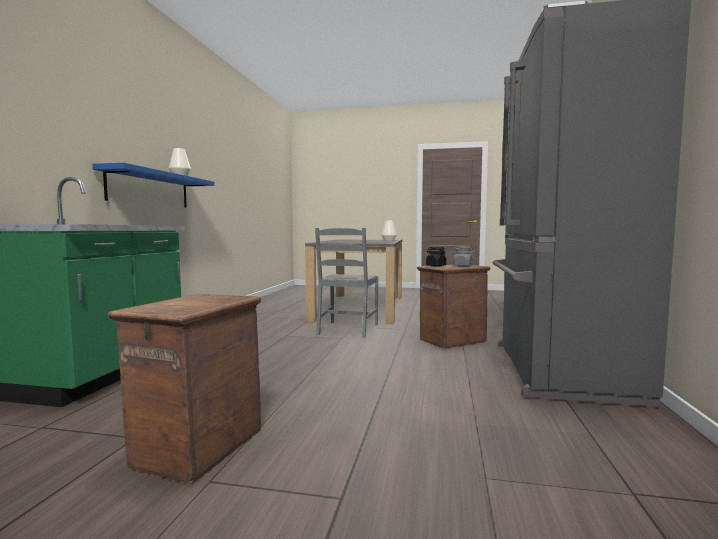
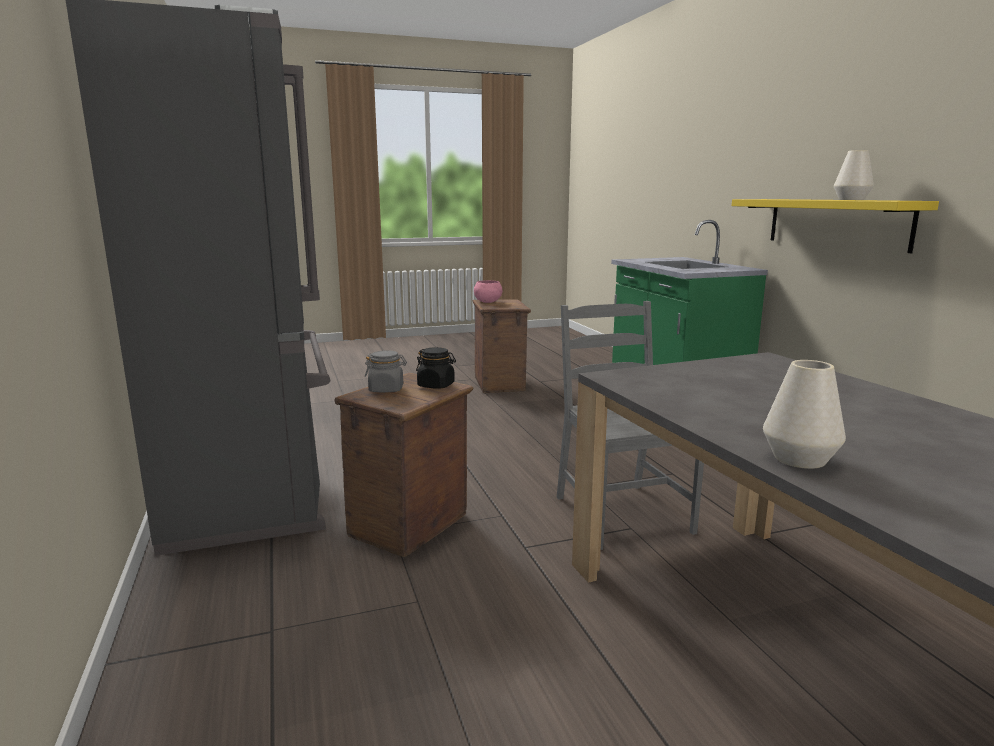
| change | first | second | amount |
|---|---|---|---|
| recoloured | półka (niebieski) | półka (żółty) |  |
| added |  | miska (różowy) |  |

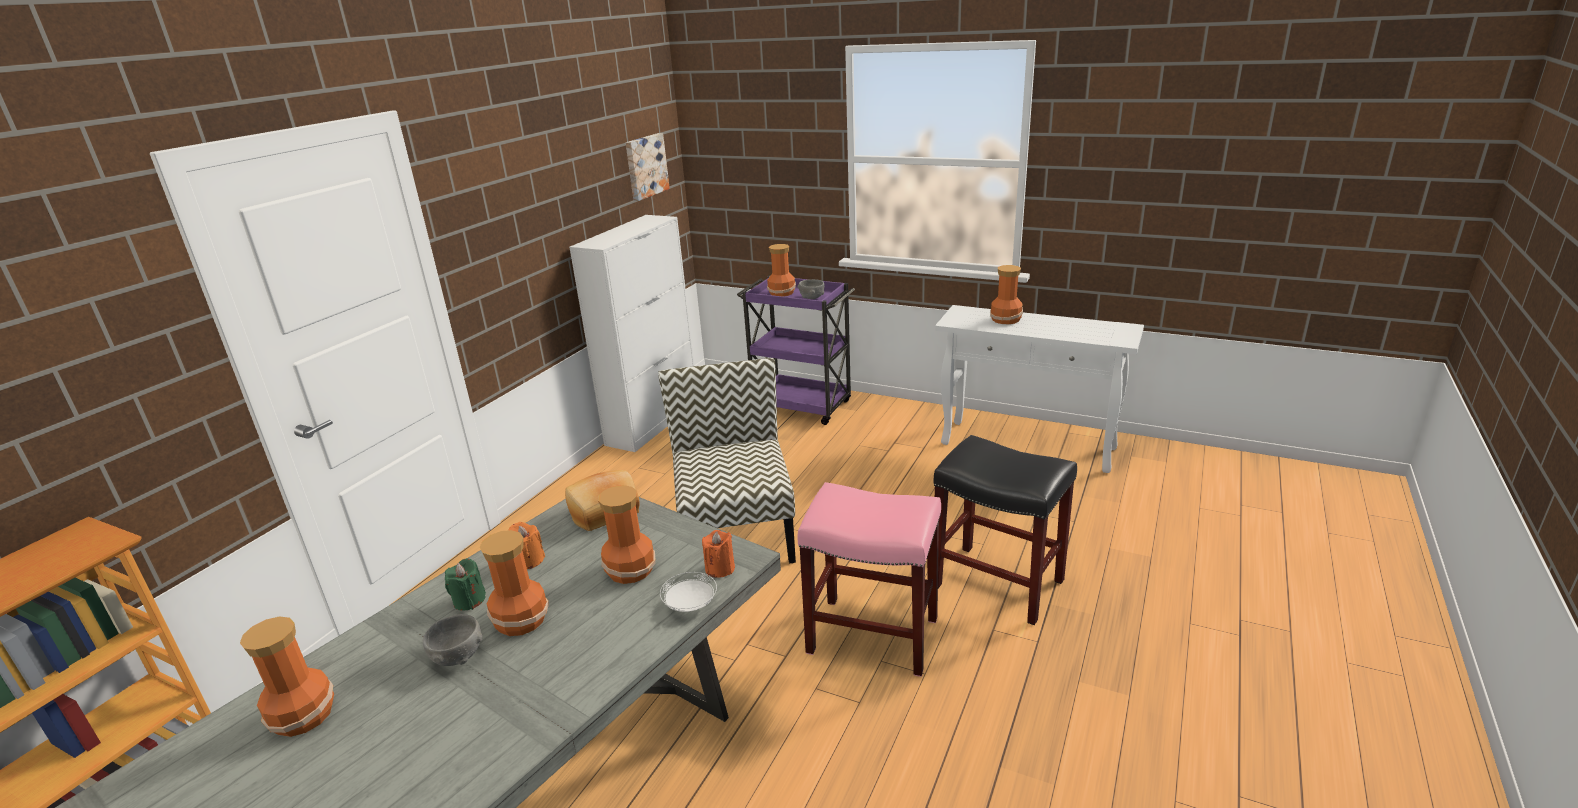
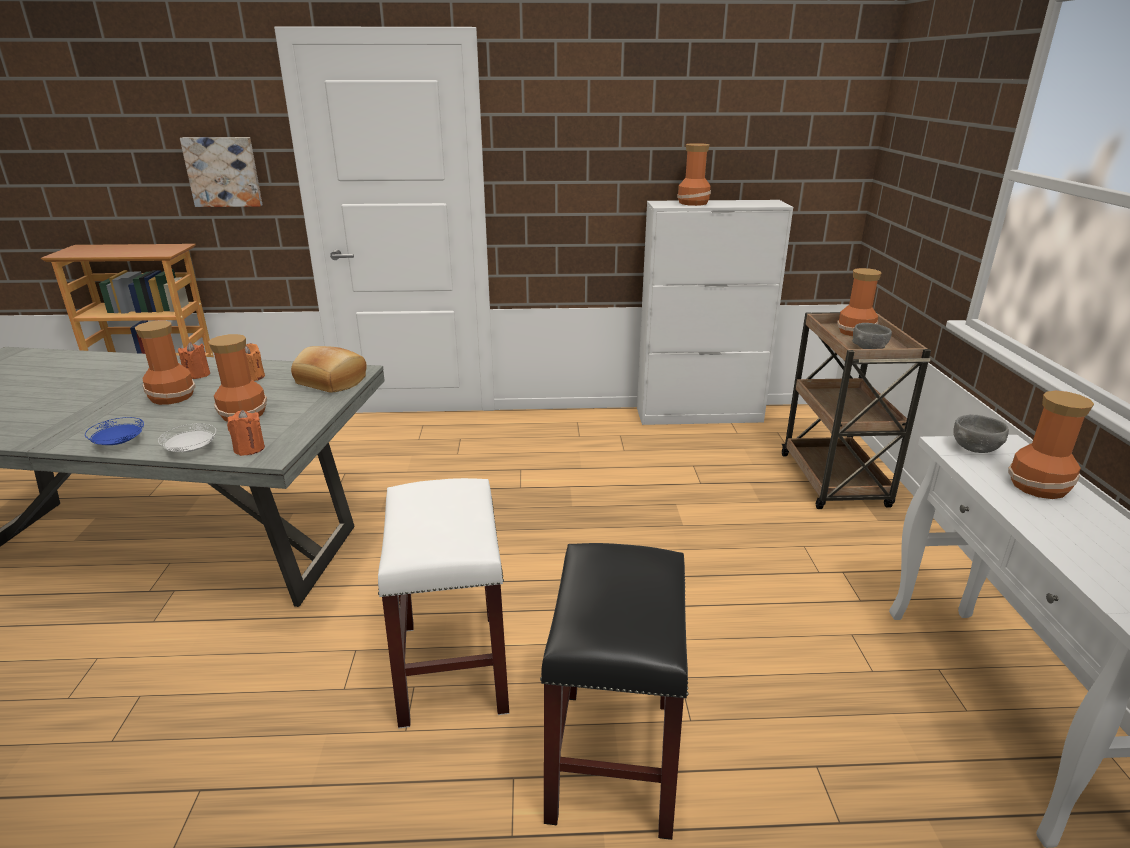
| change | first | second | amount |
|---|---|---|---|
| moved | obraz |  |  |
| recoloured | wózek (fioletowy) | wózek (brązowy) |  |
| removed | krzesło |  |  |
| recoloured | stołek (różowy) | stołek (biały) |  |
| recoloured | świeca (zielony) | świeca (pomarańczowy) (1st from left) |  |
| moved | miska (szary) (1st from left in the first image) | miska (szary) (2nd from left) |  |
| moved | wazon (1st from left in the first image) | wazon (3rd from left) |  |
| added |  | talerz (niebieski) |  |

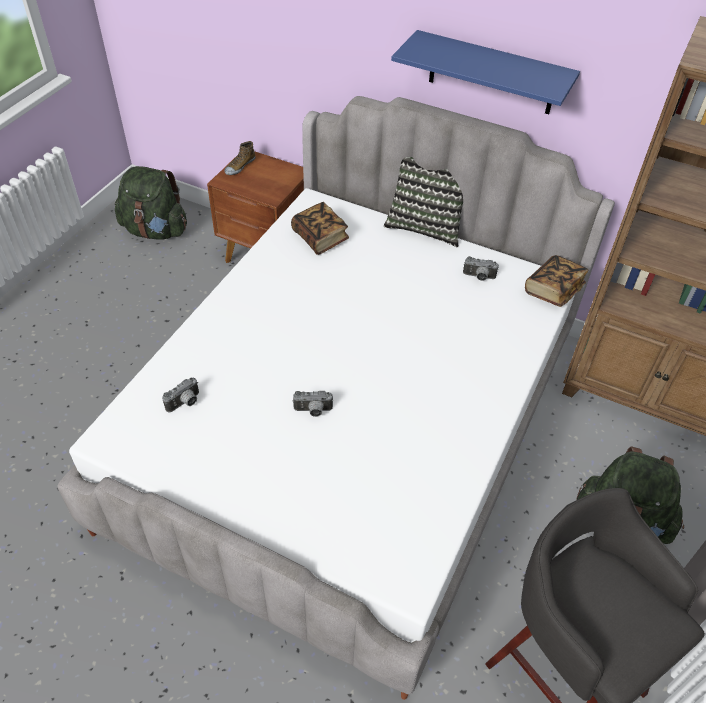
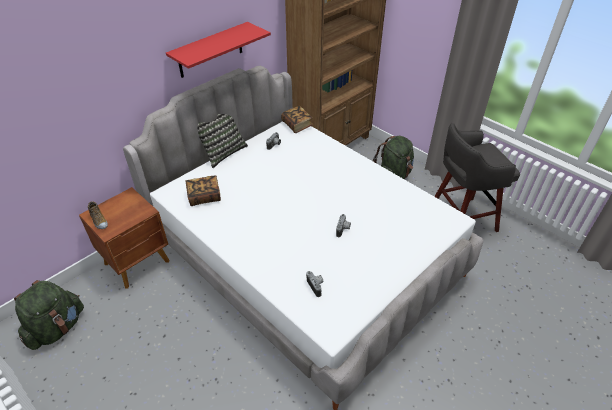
| change | first | second | amount |
|---|---|---|---|
| recoloured | półka (niebieski) | półka (czerwony) |  |

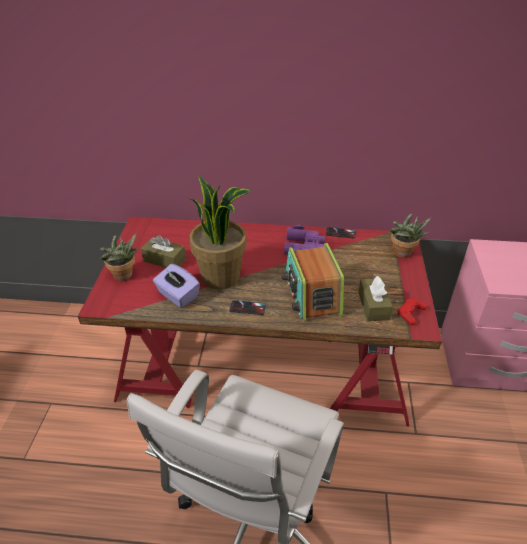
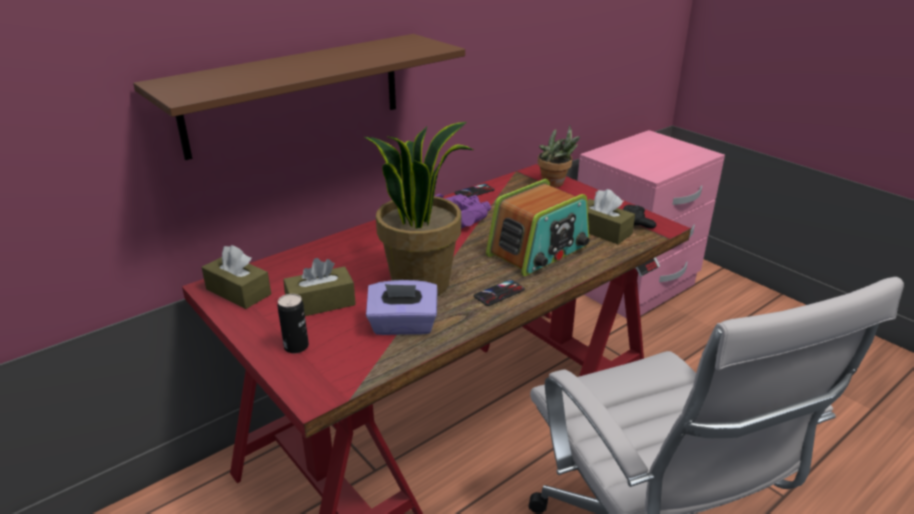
| change | first | second | amount |
|---|---|---|---|
| replaced | roślina doniczkowa (1st from left) | puszka |  |
| turned | radio |  | 75 degrees counterclockwise |
| recoloured | pad do gier (czerwony) | pad do gier (czarny) |  |
| added |  | półka (brązowy) |  |
| added |  | pudełko chusteczek (brązowy) (1st from left) |  |

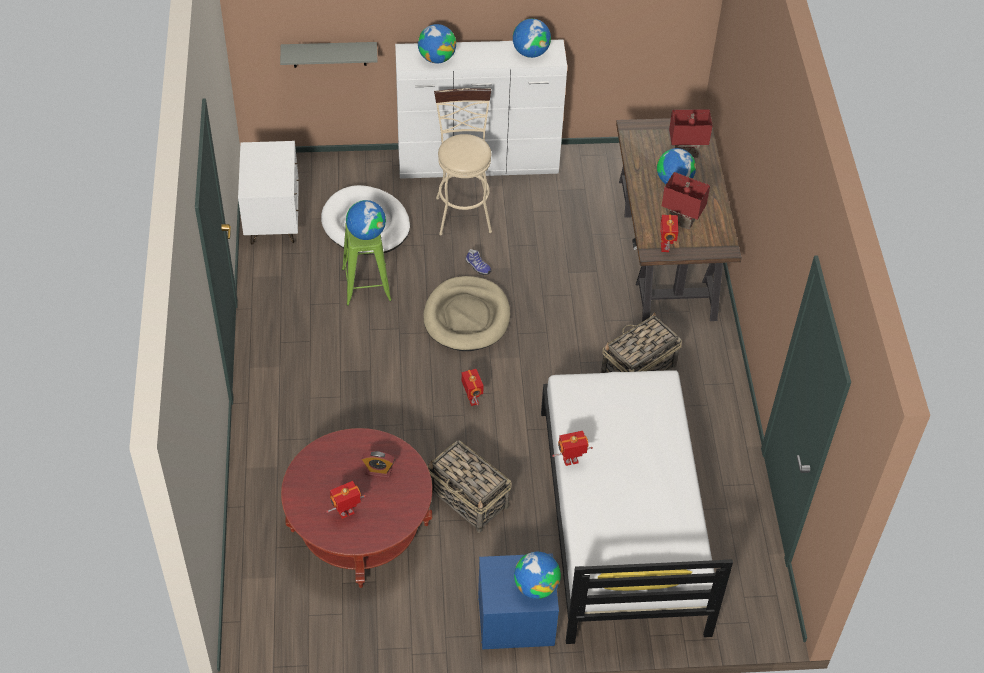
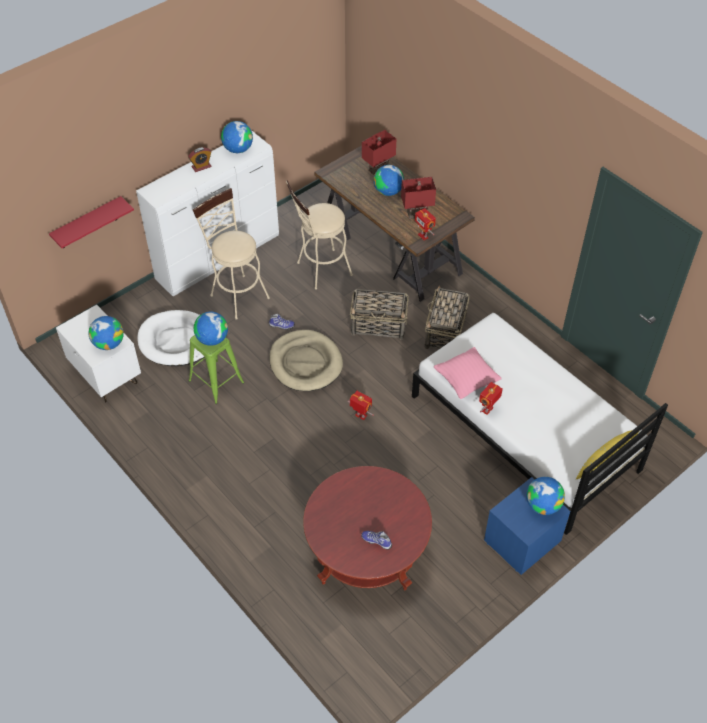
| change | first | second | amount |
|---|---|---|---|
| moved | globus (2nd from left in the first image) | globus (1st from left) |  |
| recoloured | półka (szary) | półka (czerwony) |  |
| moved | koszyk (1st from left) |  |  |
| moved | budzik |  |  |
| replaced | robot zabawkowy (1st from left) | but (2nd from left) |  |
| added |  | stołek (beżowy) (2nd from left) |  |
| added |  | poduszka (różowy) |  |

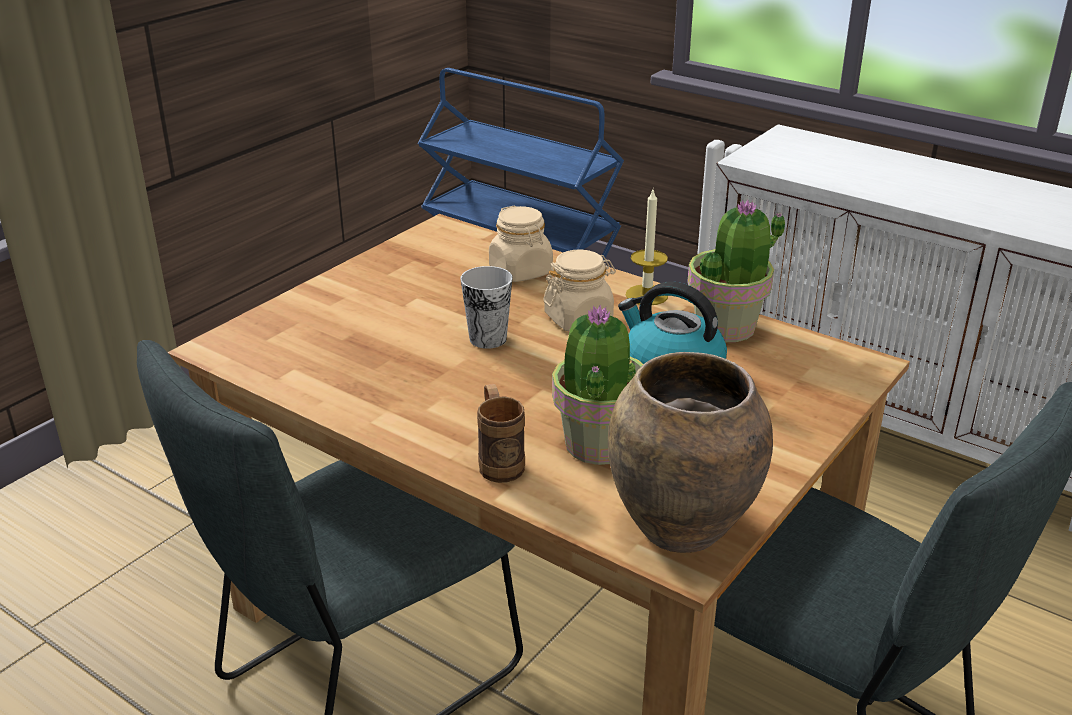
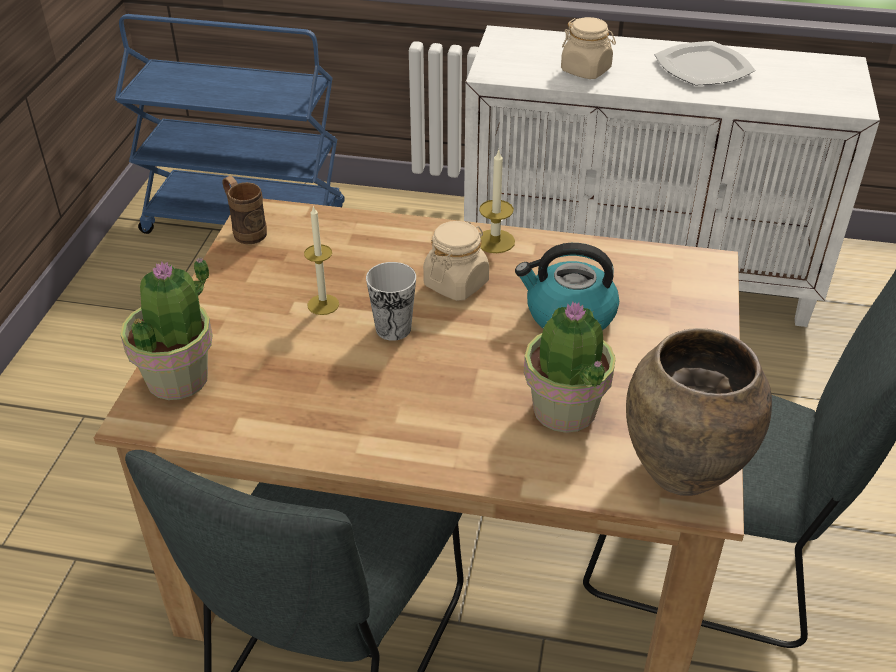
| change | first | second | amount |
|---|---|---|---|
| moved | roślina doniczkowa (2nd from left in the first image) | roślina doniczkowa (1st from left) |  |
| moved | słoik (beżowy) (1st from left in the first image) | słoik (beżowy) (2nd from left) |  |
| moved | kubek (brązowy) |  |  |
| added |  | talerz |  |
| added |  | świeca (1st from left) |  |

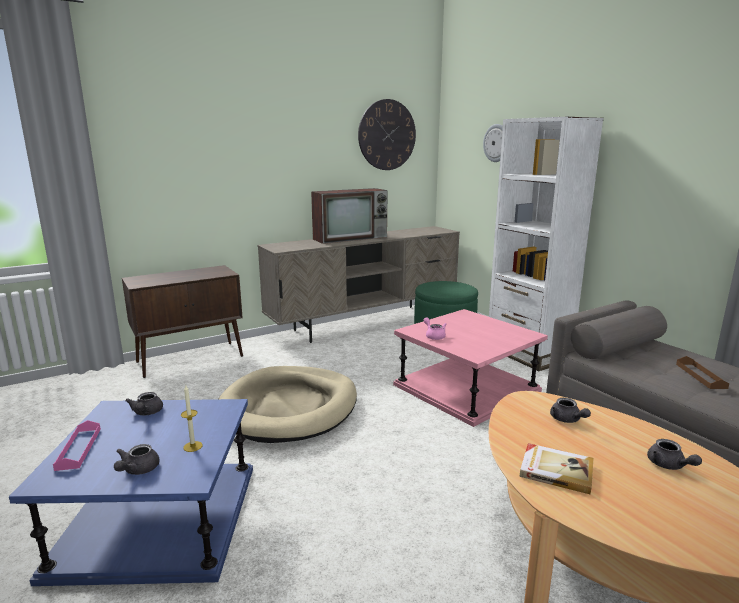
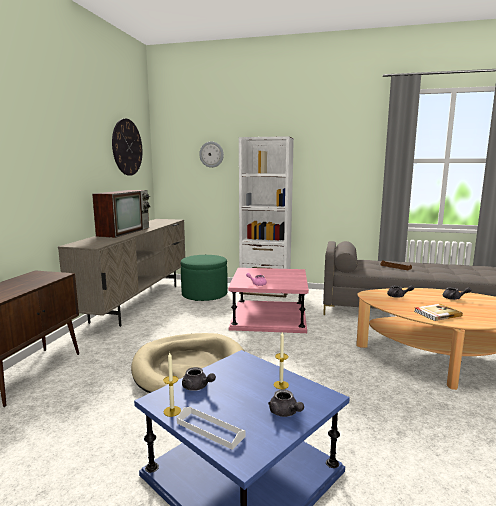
| change | first | second | amount |
|---|---|---|---|
| recoloured | taca (różowy) | taca (biały) |  |
| added |  | świeca (1st from left) |  |

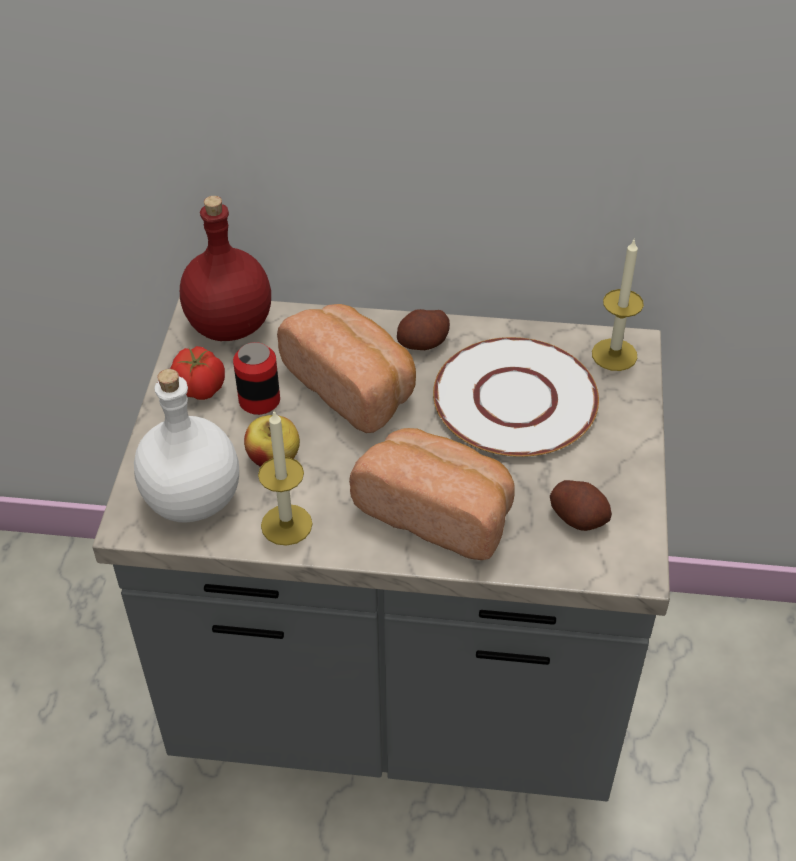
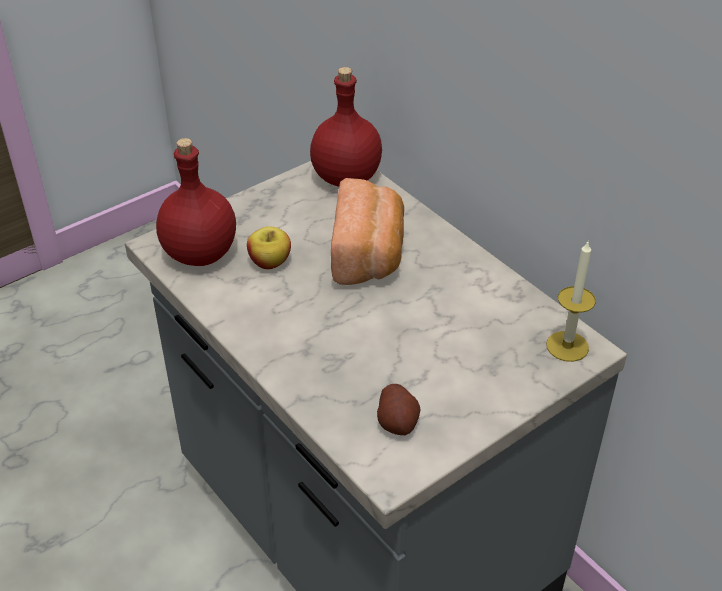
| change | first | second | amount |
|---|---|---|---|
| removed | ziemniak (1st from left) |  |  |
| removed | talerz (biały) |  |  |
| removed | puszka |  |  |
| removed | pomidor |  |  |
| recoloured | butelka (biały) | butelka (czerwony) (1st from left) |  |
| removed | świeca (1st from left) |  |  |
| removed | chleb (2nd from left) |  |  |

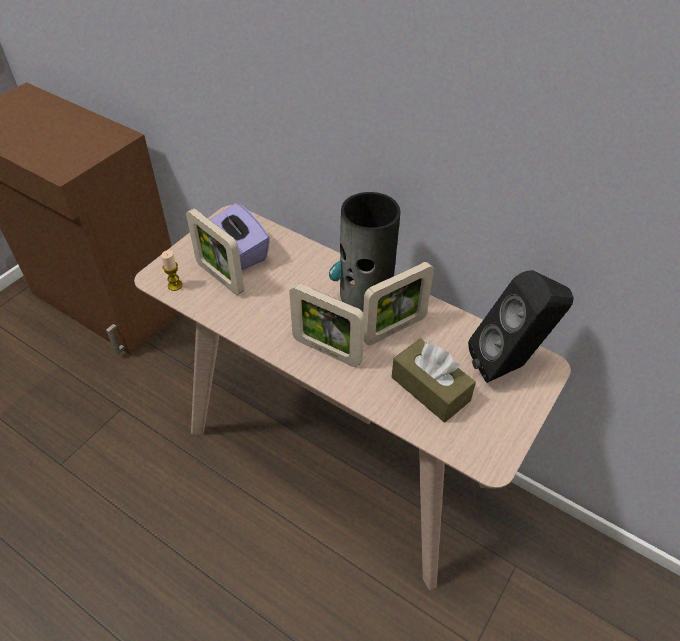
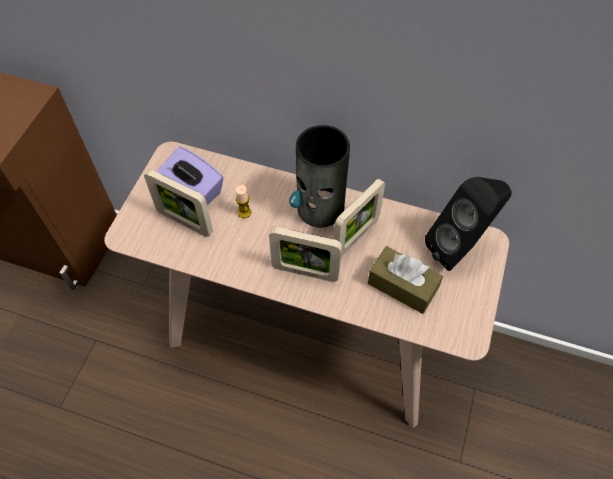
| change | first | second | amount |
|---|---|---|---|
| moved | świeca |  |  |

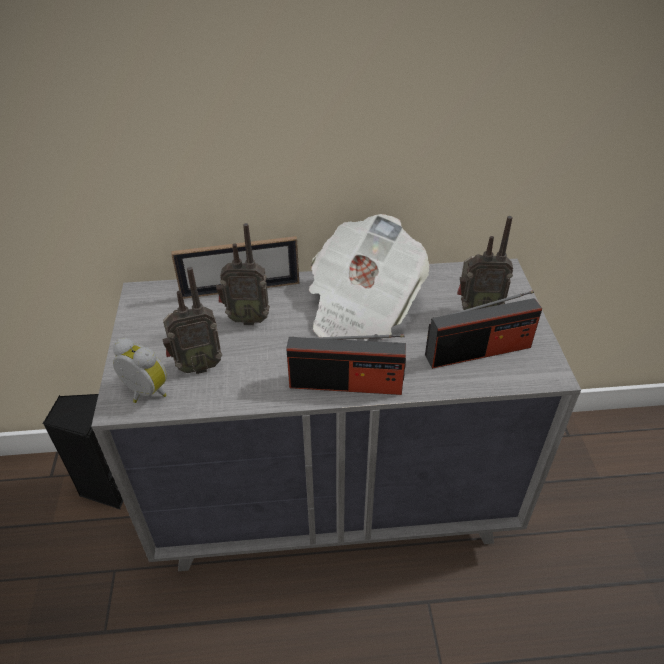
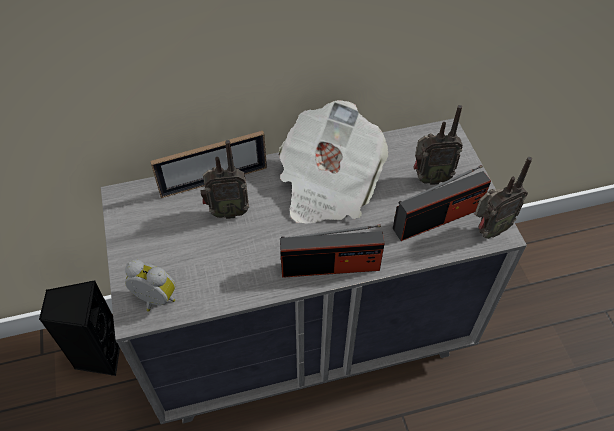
| change | first | second | amount |
|---|---|---|---|
| moved | radio (1st from left in the first image) | radio (5th from left) |  |

